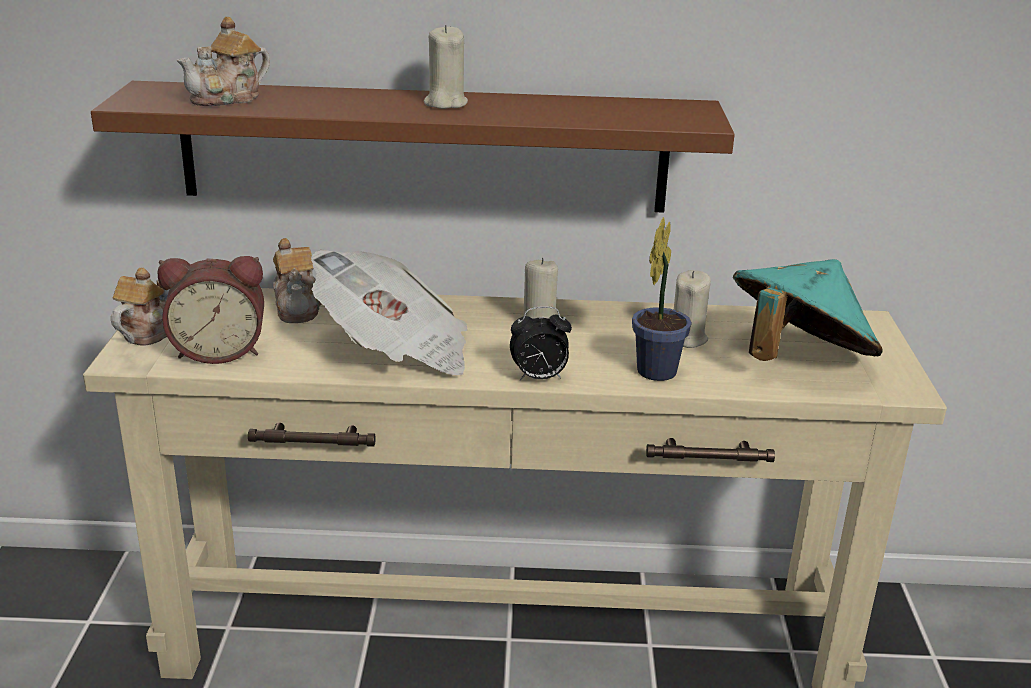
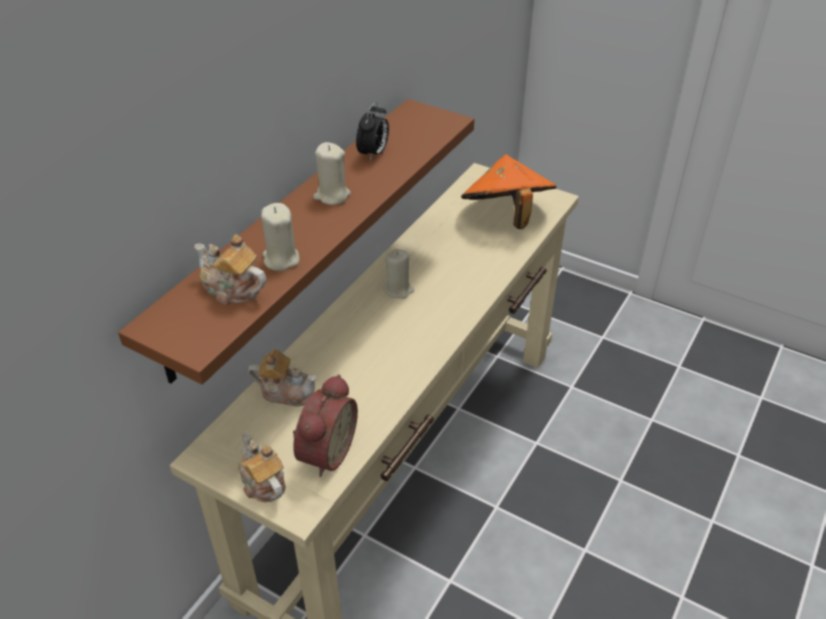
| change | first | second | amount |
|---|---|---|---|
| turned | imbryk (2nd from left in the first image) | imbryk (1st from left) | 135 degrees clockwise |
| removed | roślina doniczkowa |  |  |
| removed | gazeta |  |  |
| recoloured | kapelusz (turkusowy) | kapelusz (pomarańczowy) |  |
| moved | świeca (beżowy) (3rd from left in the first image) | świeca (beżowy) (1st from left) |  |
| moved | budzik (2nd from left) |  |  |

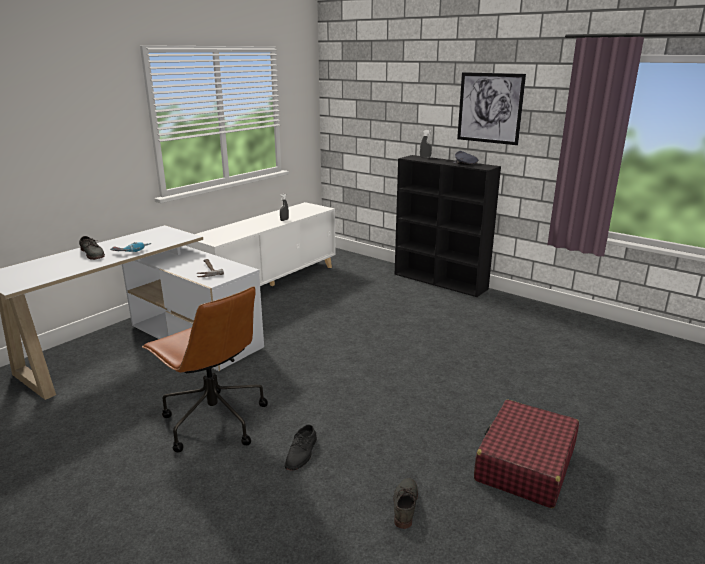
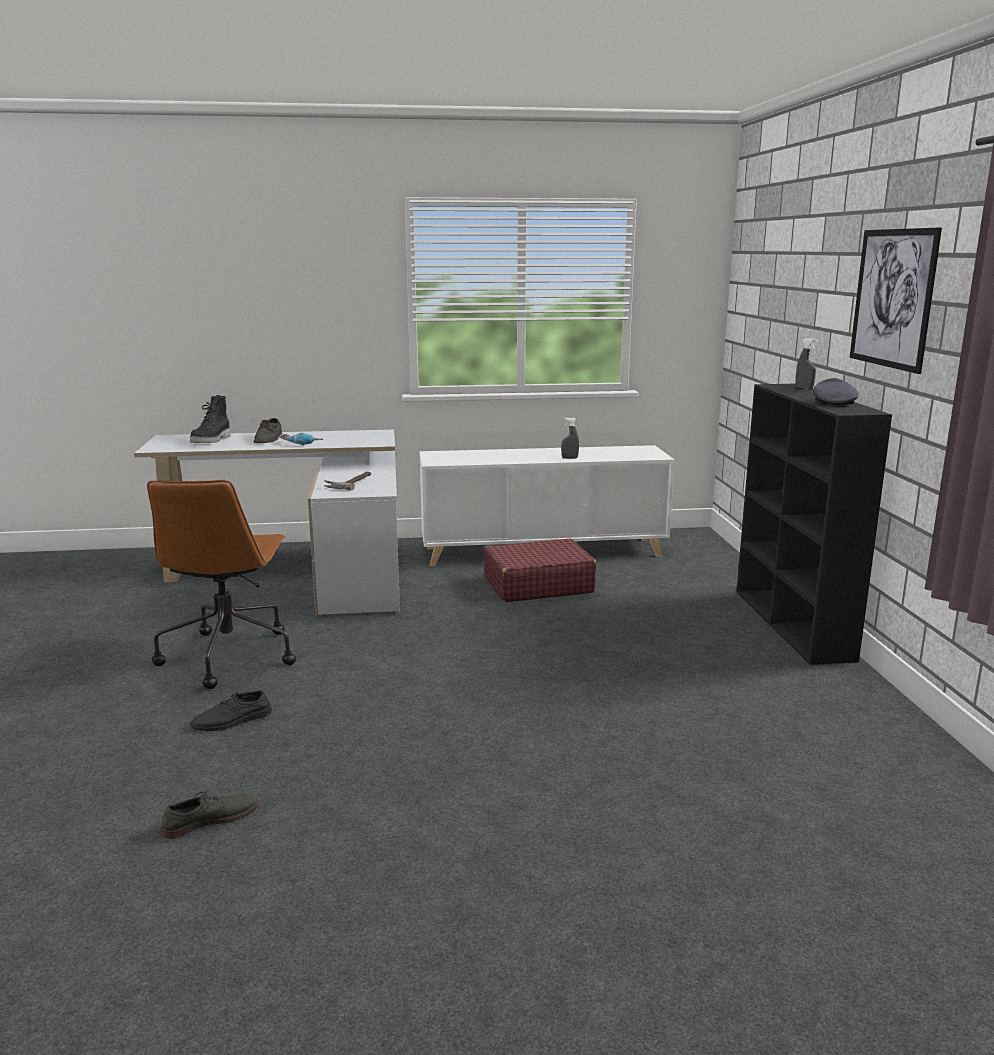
| change | first | second | amount |
|---|---|---|---|
| moved | walizka (czerwony) |  |  |
| added |  | but z cholewką (czarny) |  |

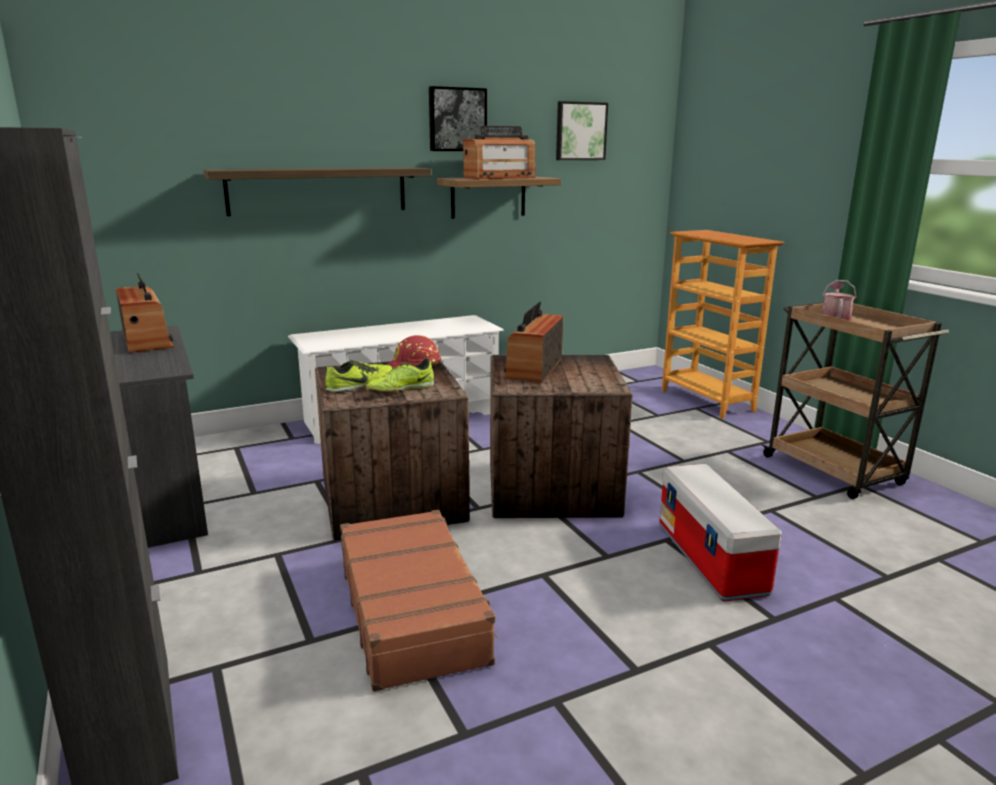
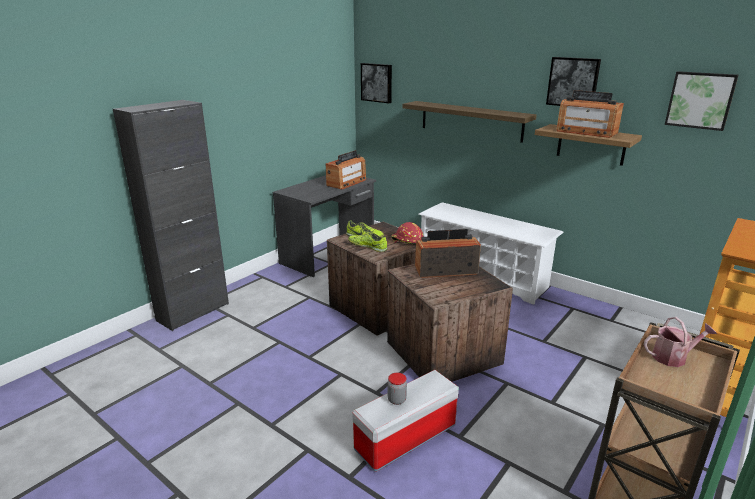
| change | first | second | amount |
|---|---|---|---|
| removed | walizka (brązowy) |  |  |
| added |  | obraz (1st from left) |  |
| added |  | słoik |  |

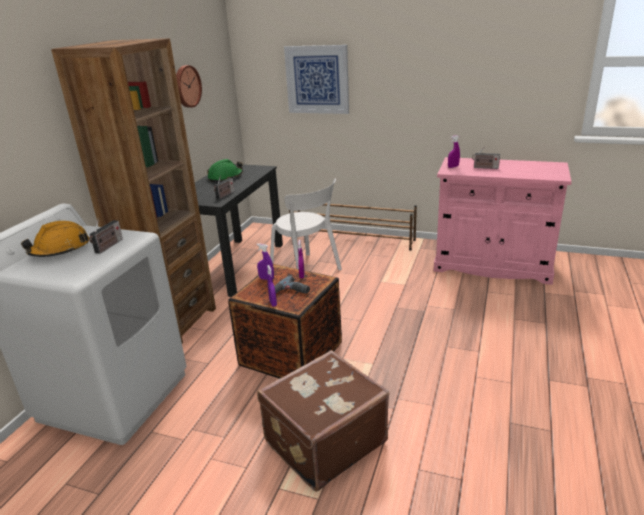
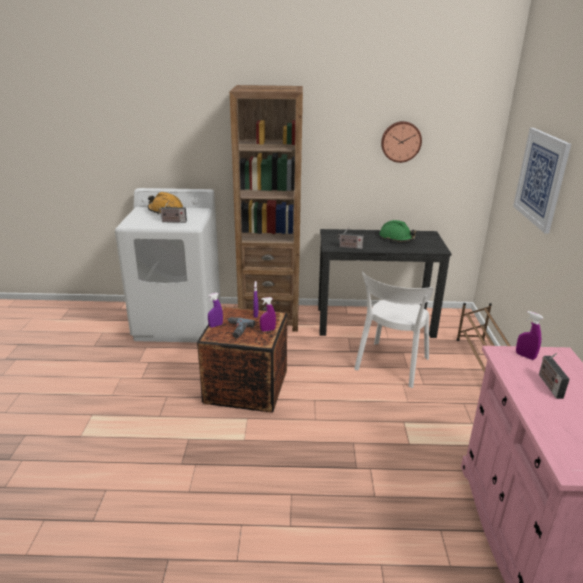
| change | first | second | amount |
|---|---|---|---|
| removed | walizka (brązowy) |  |  |

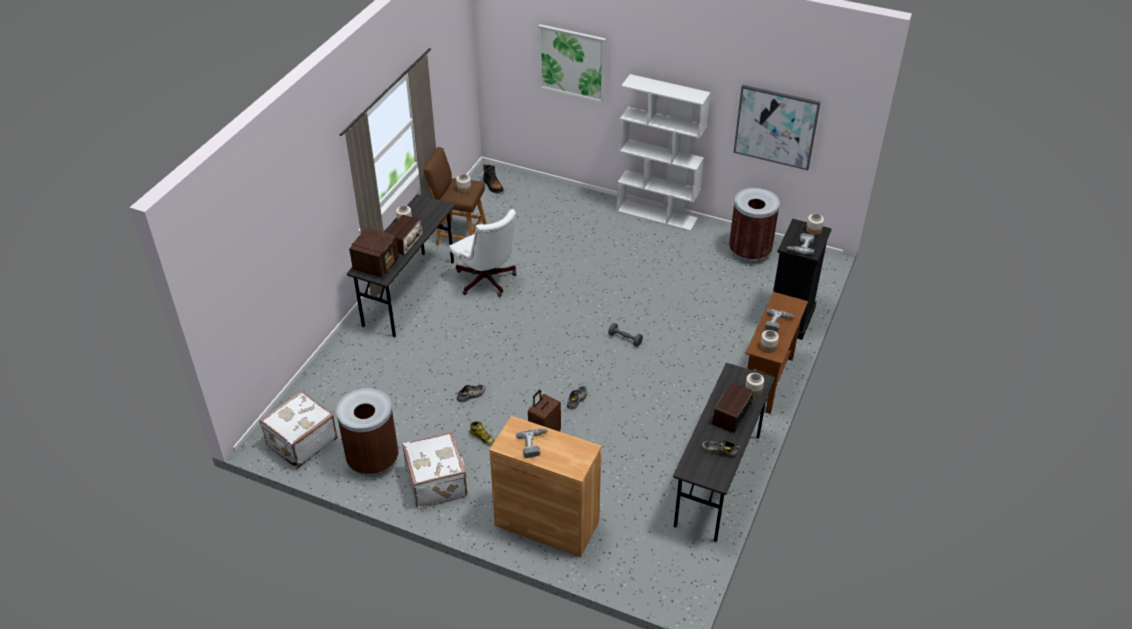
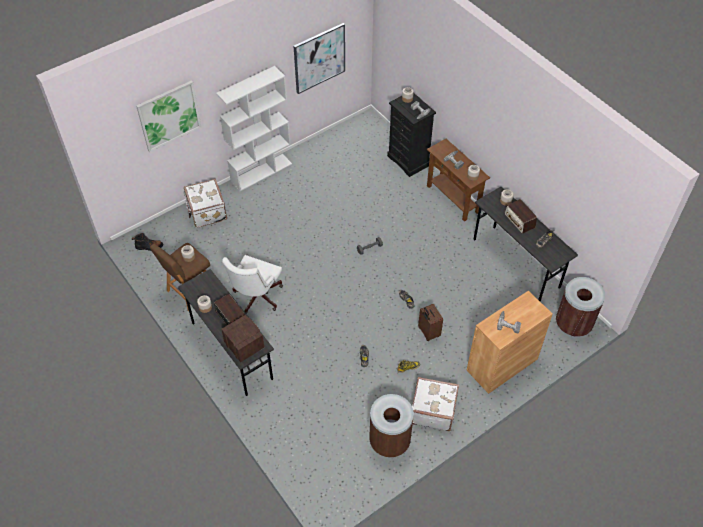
| change | first | second | amount |
|---|---|---|---|
| moved | kosz na śmieci (brązowy) (2nd from left) |  |  |
| turned | krzesło biurowe (biały) |  | 120 degrees clockwise |
| moved | walizka (biały) (1st from left) |  |  |

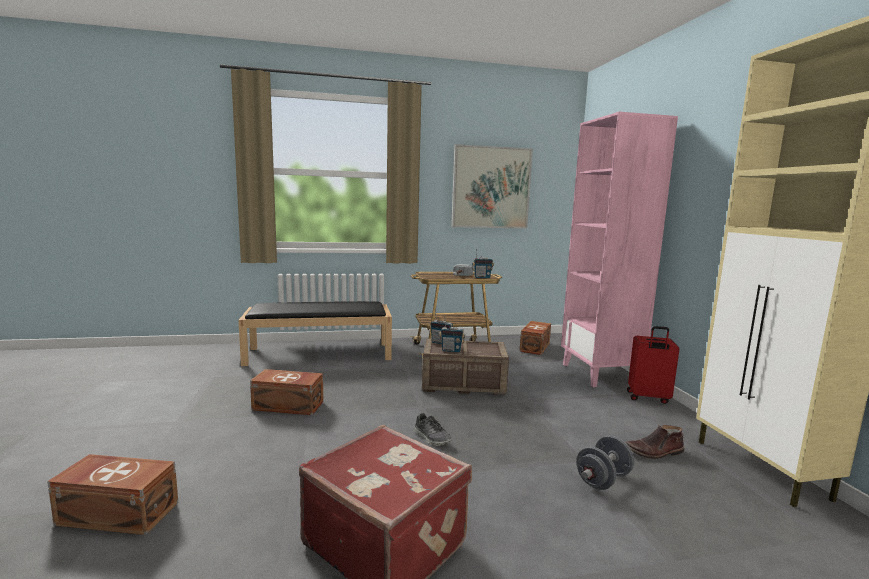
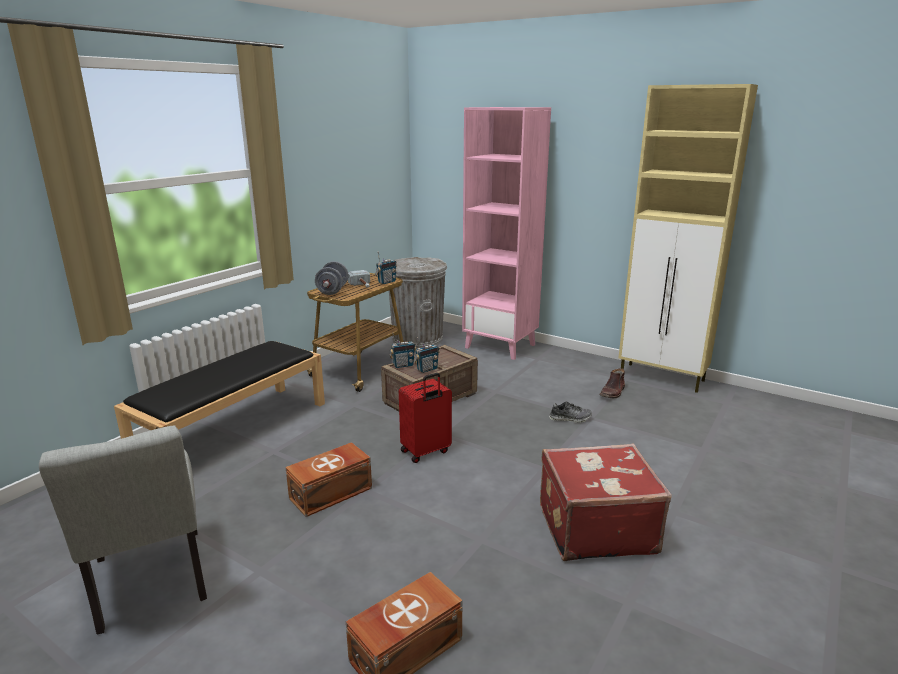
| change | first | second | amount |
|---|---|---|---|
| removed | obraz |  |  |
| replaced | pojemnik do przechowywania (brązowy) (3rd from left) | kosz na śmieci (szary) |  |
| moved | walizka (czerwony) (2nd from left in the first image) | walizka (czerwony) (1st from left) |  |
| moved | but |  |  |
| moved | hantel (szary) |  |  |
| added |  | krzesło (szary) |  |

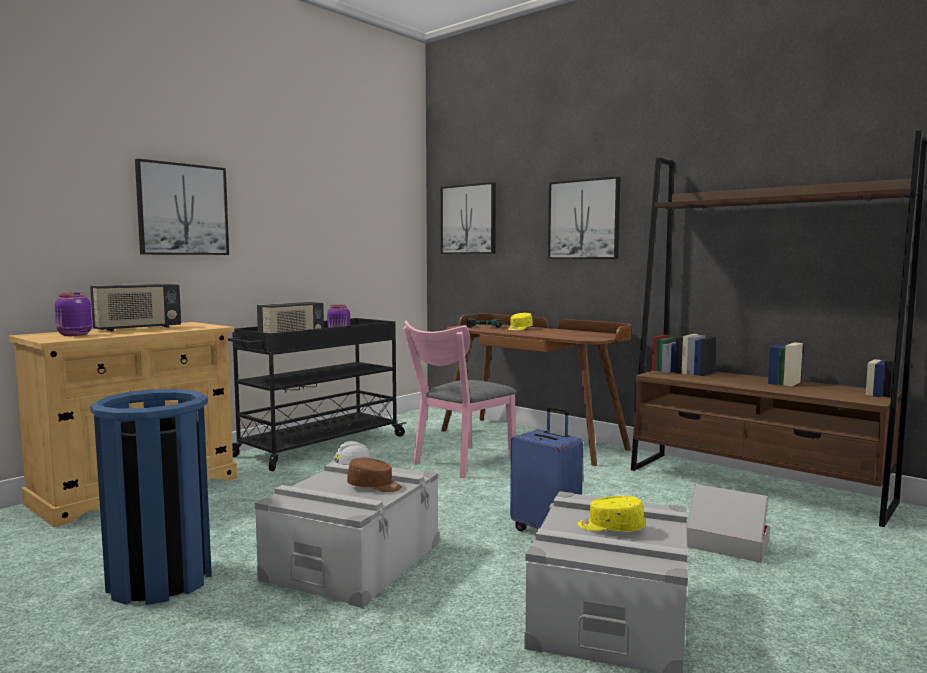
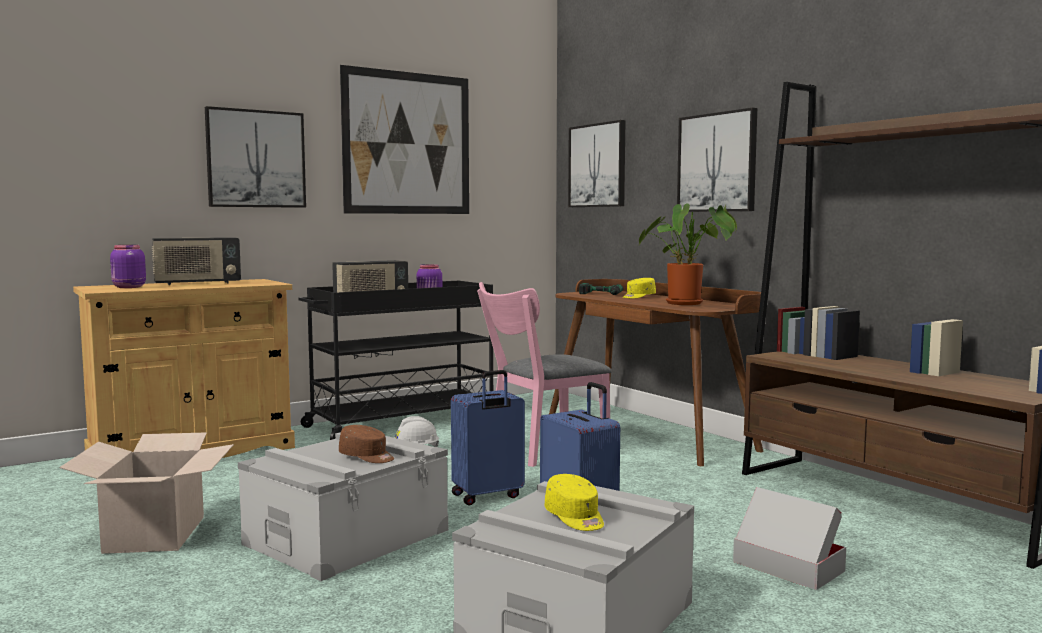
| change | first | second | amount |
|---|---|---|---|
| replaced | kosz na śmieci (niebieski) | karton (1st from left) |  |
| turned | czapka z daszkiem (żółty) (2nd from left in the first image) | czapka z daszkiem (żółty) (1st from left) | 150 degrees counterclockwise |
| added |  | obraz (2nd from left) |  |
| added |  | roślina doniczkowa |  |
| added |  | walizka (niebieski) (1st from left) |  |

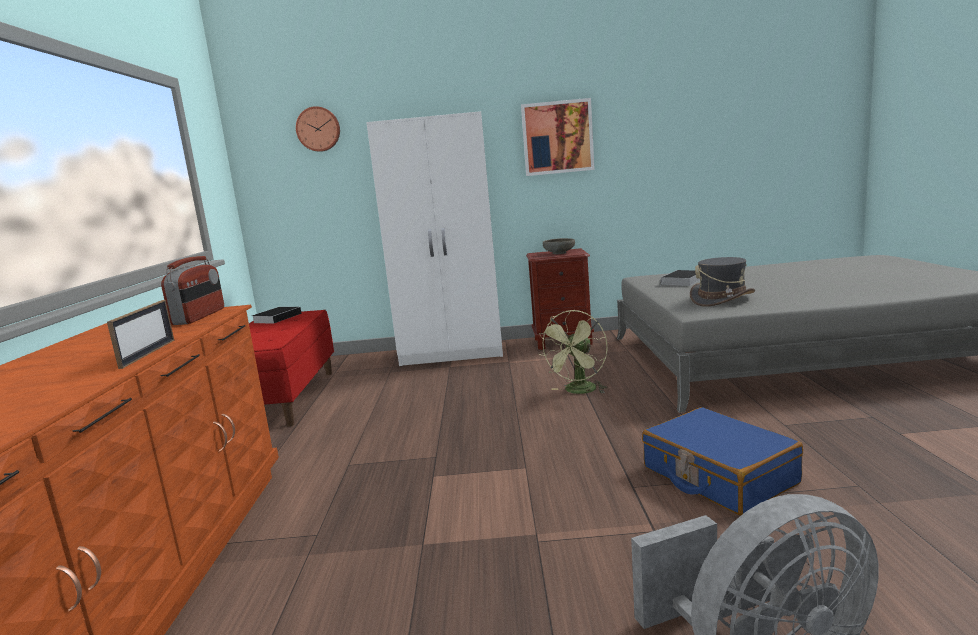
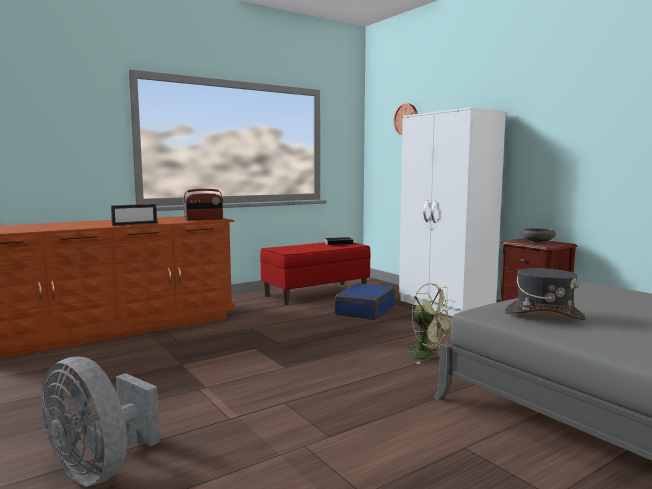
| change | first | second | amount |
|---|---|---|---|
| removed | obraz |  |  |
| removed | książka (2nd from left) |  |  |
| turned | wentylator (zielony) |  | 135 degrees counterclockwise |
| moved | walizka (niebieski) |  |  |

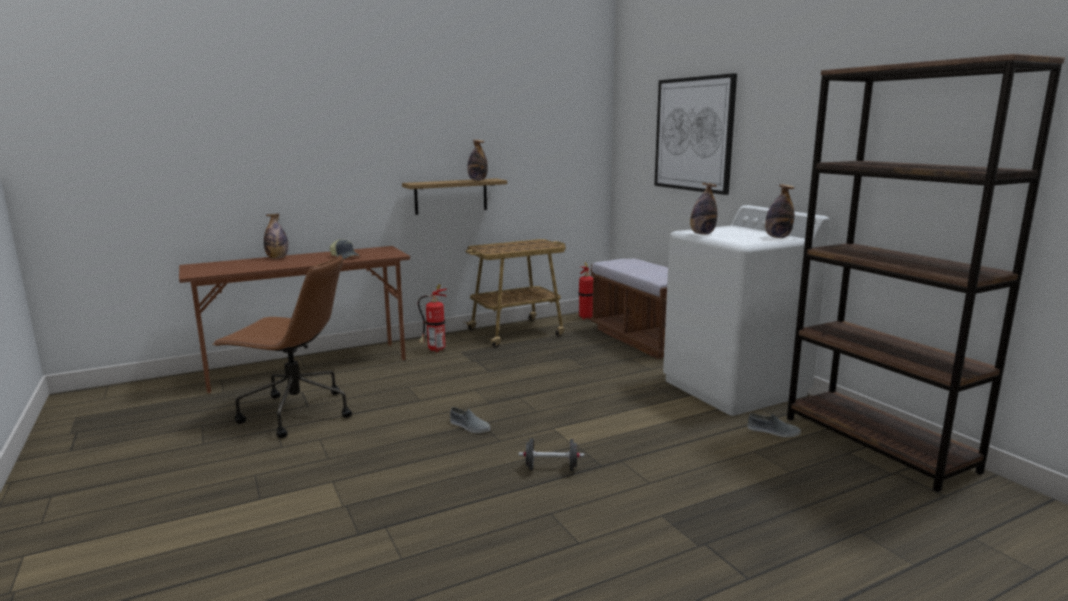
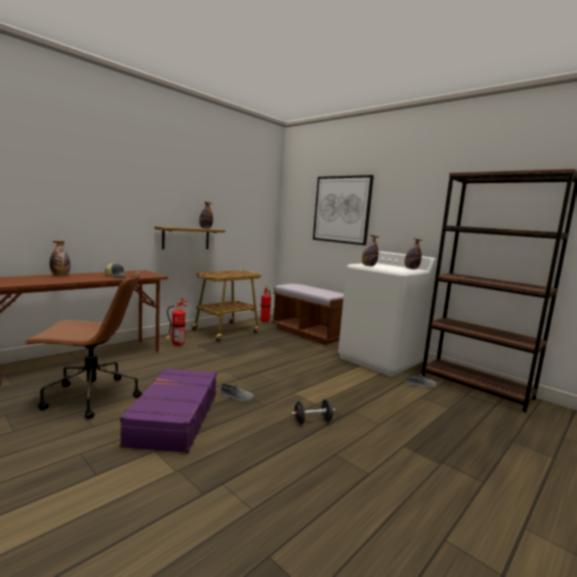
| change | first | second | amount |
|---|---|---|---|
| added |  | walizka (fioletowy) |  |

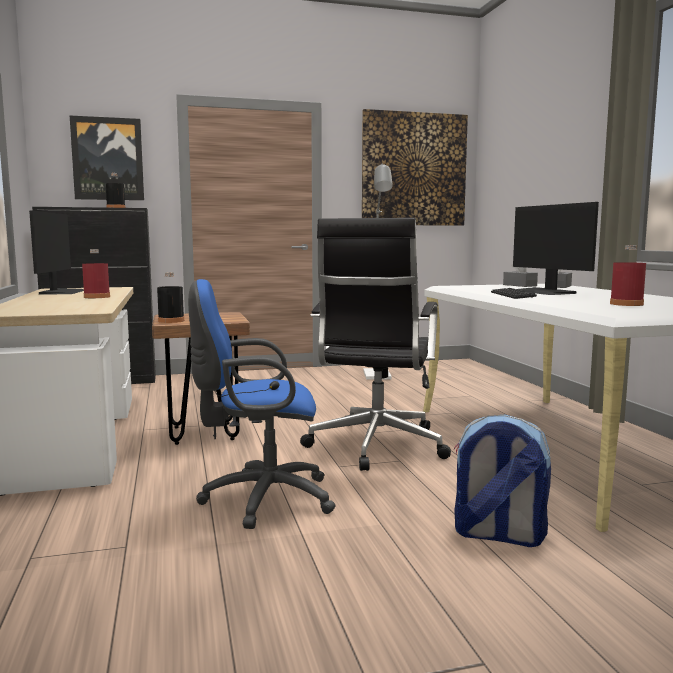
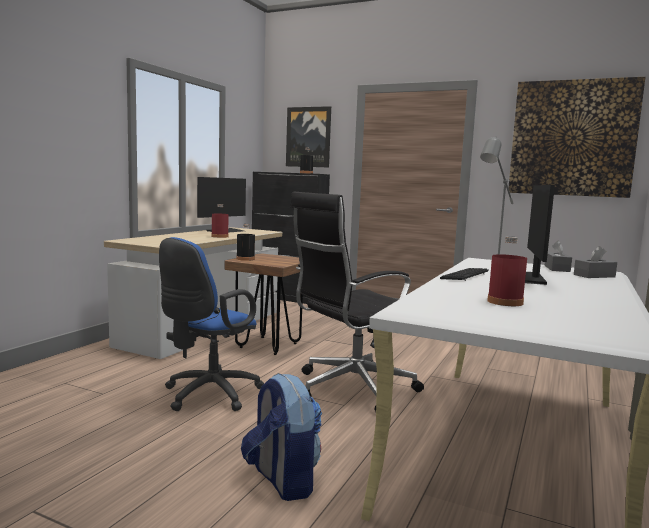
| change | first | second | amount |
|---|---|---|---|
| turned | krzesło biurowe (niebieski) |  | 90 degrees counterclockwise |

